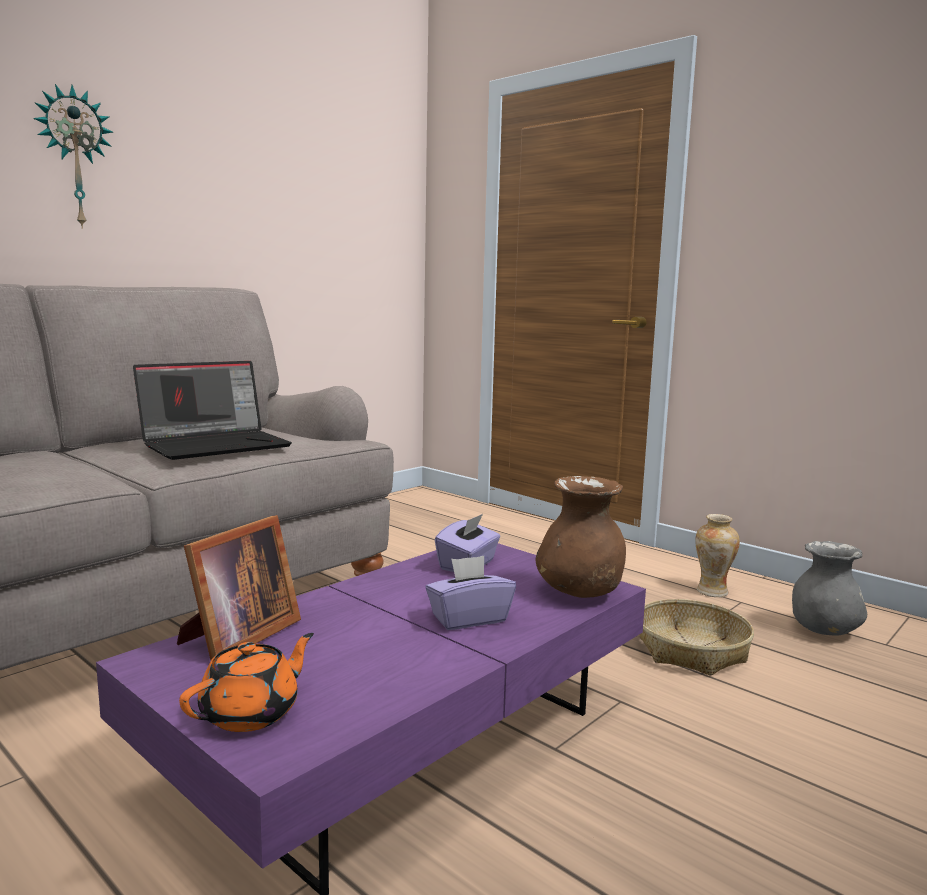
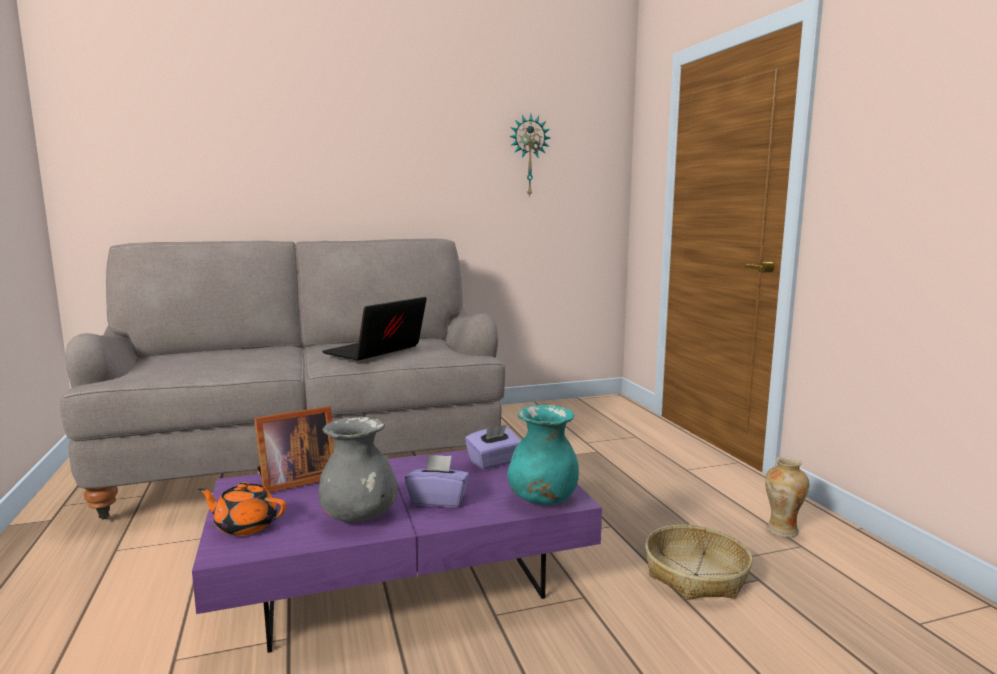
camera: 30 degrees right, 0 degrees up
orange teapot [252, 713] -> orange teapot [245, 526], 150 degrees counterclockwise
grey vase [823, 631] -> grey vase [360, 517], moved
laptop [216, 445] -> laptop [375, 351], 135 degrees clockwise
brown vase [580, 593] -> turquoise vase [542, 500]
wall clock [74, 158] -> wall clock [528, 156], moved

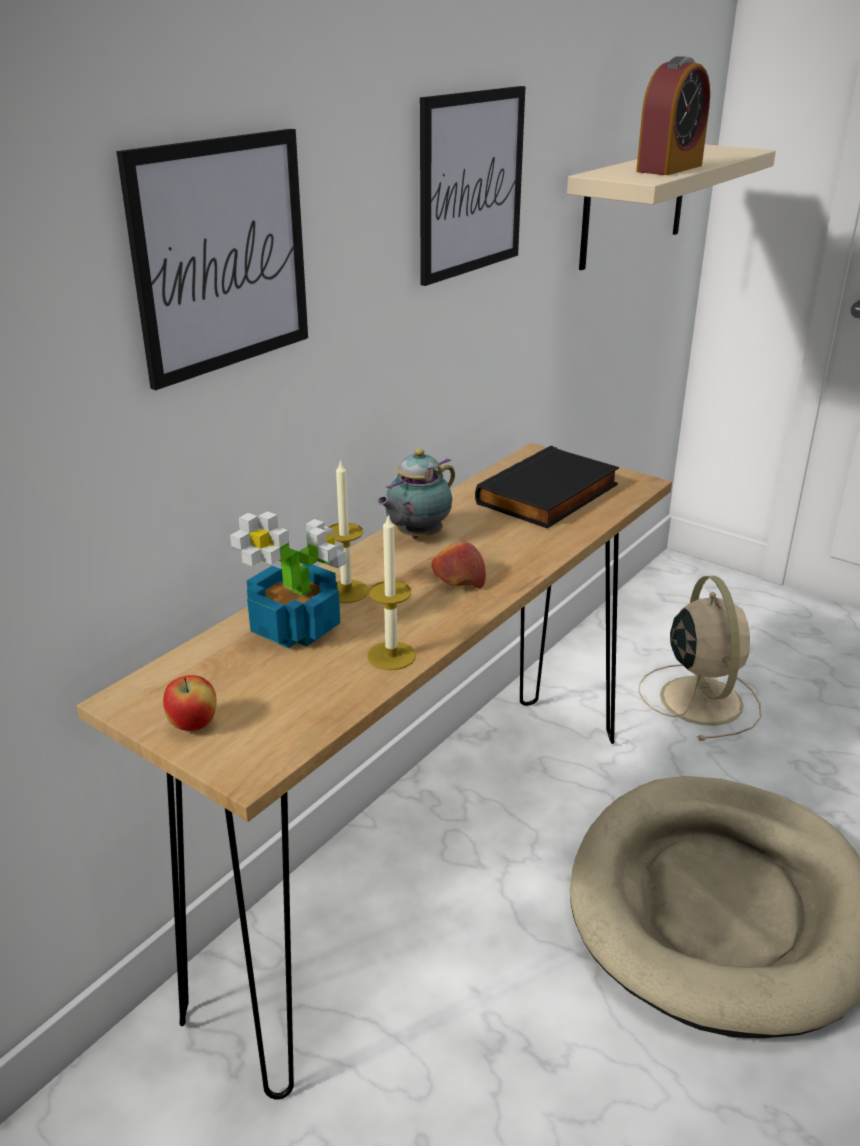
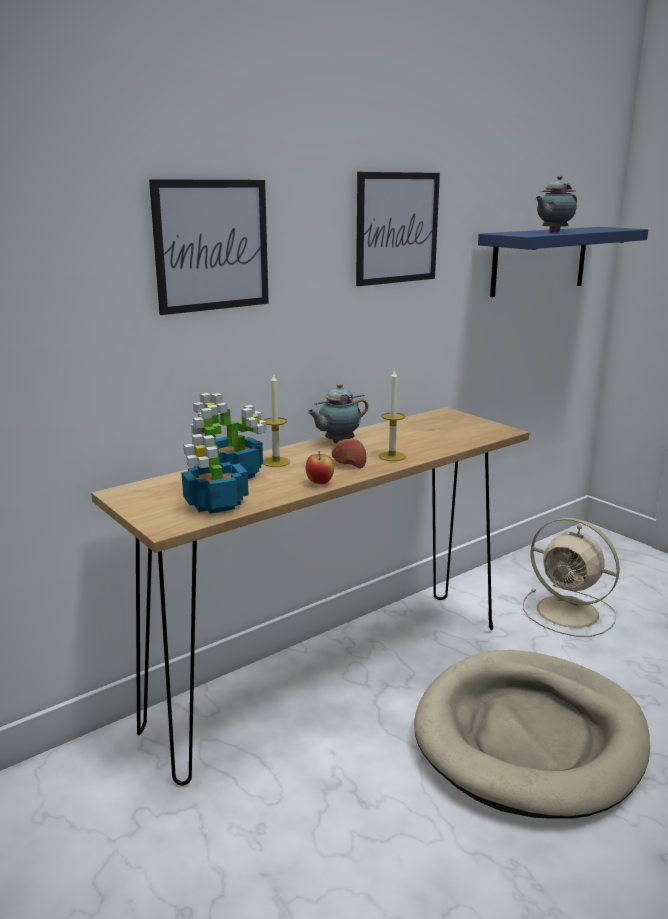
camera: 15 degrees right, 10 degrees down
none -> potted plant [215, 504]
apple [193, 725] -> apple [320, 483], moved
candle [391, 656] -> candle [392, 456], moved
beige shelf [635, 205] -> blue shelf [540, 260]
beige fan [700, 698] -> beige fan [570, 613], 120 degrees clockwise
alarm clock [669, 168] -> teapot [552, 232]
black book [550, 495] -> none

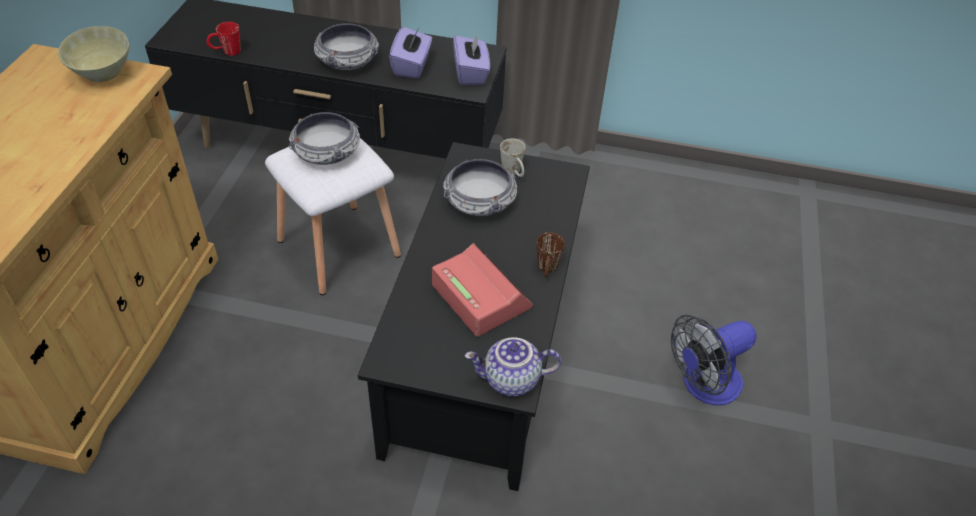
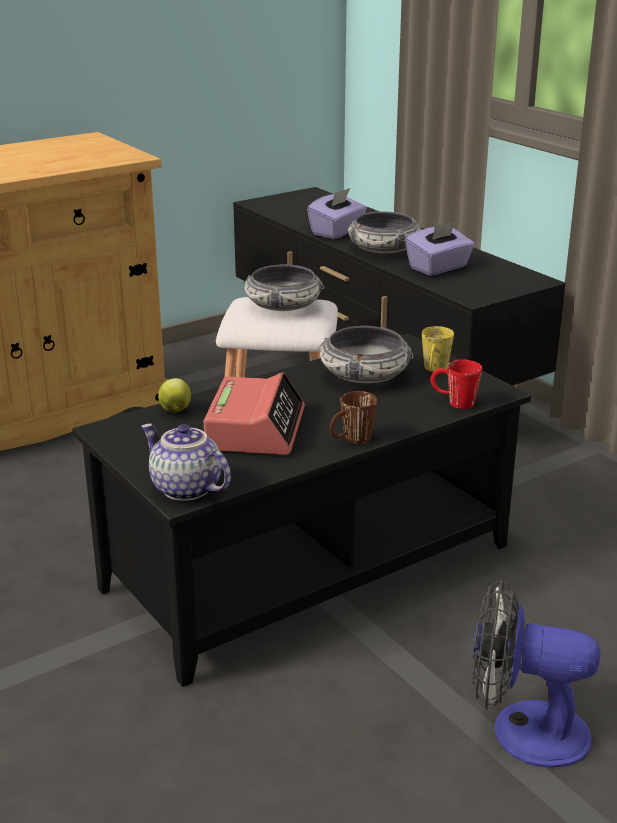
camera: 45 degrees right, 20 degrees down
none -> apple [175, 410]
purple tissue box [471, 73] -> purple tissue box [337, 232], moved
white mug [514, 173] -> yellow mug [434, 370]
red mug [226, 52] -> red mug [453, 402], moved
beige bowl [102, 74] -> none

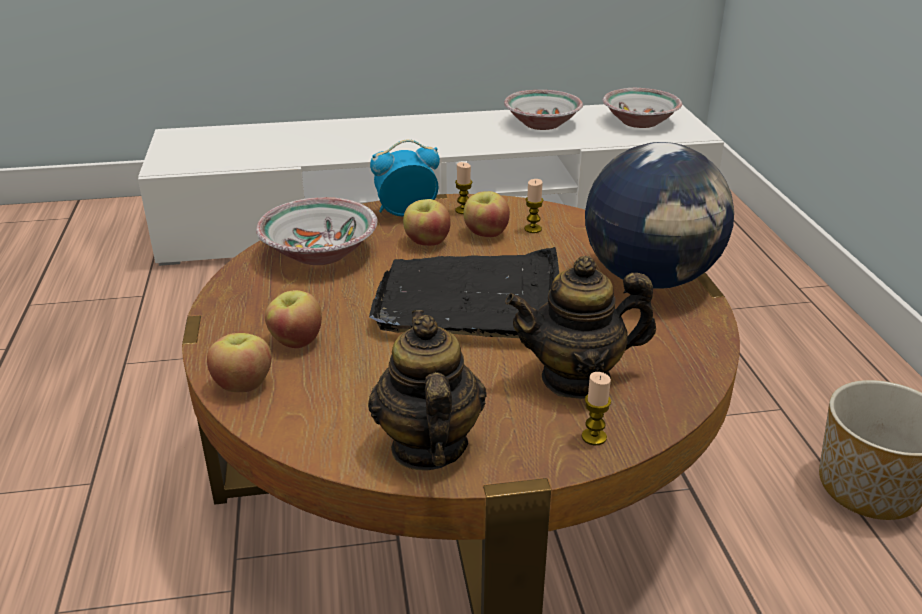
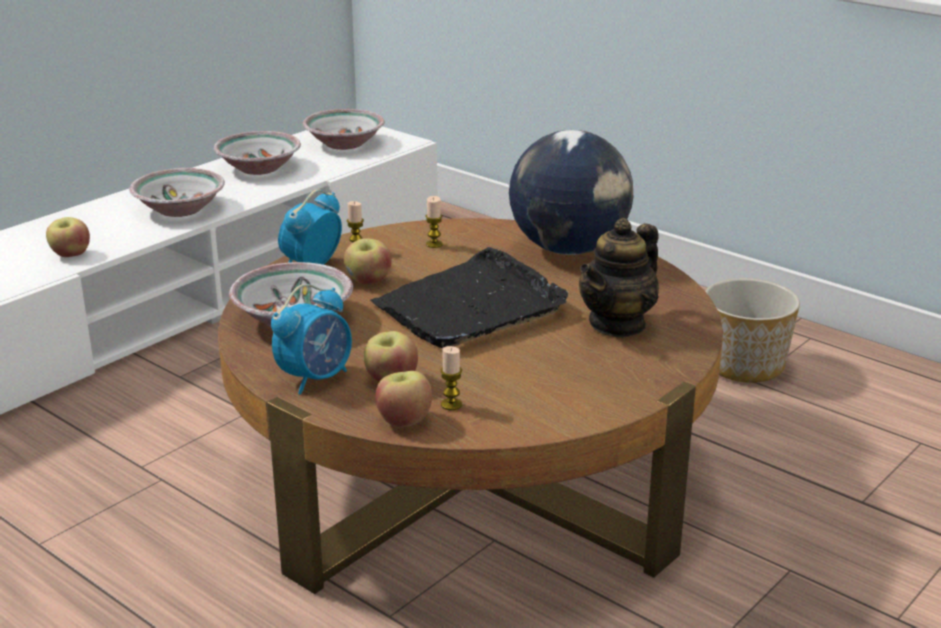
camera: 40 degrees left, 5 degrees down
apple [485, 233] -> apple [70, 254], moved
none -> bowl [180, 209]
none -> alarm clock [316, 378]
candle [594, 437] -> candle [451, 404], moved
teapot [427, 446] -> none

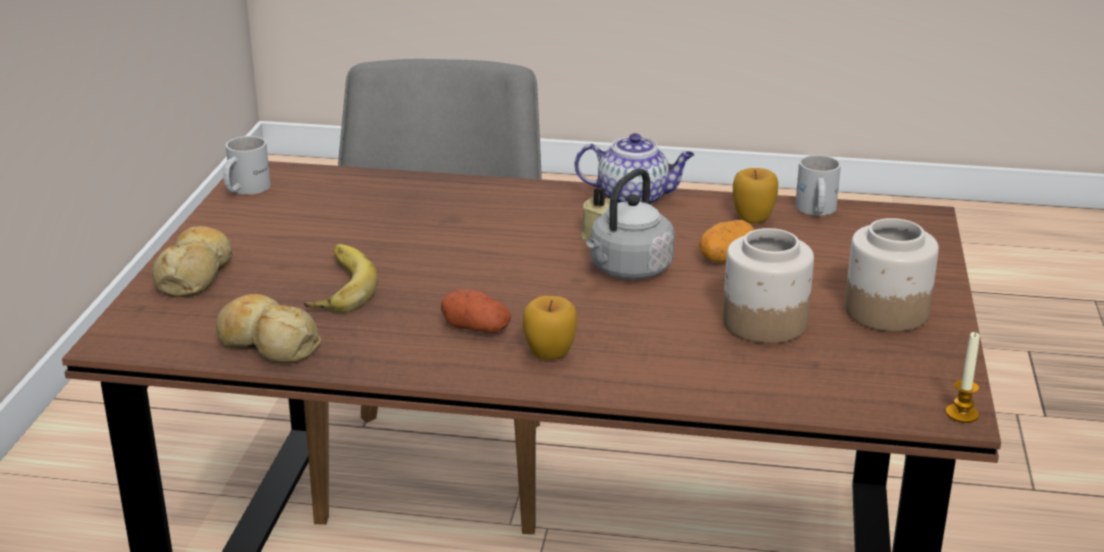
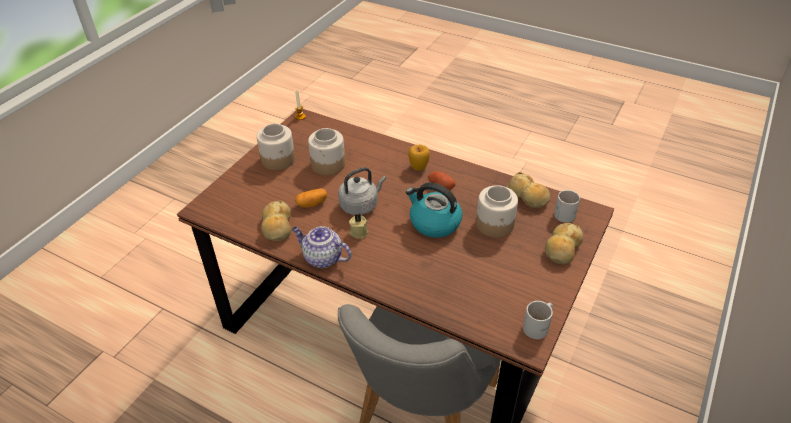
camera: 160 degrees left, 15 degrees up
apple [753, 218] -> bread [277, 227]
none -> kettle [434, 223]
banana [336, 286] -> jar [495, 224]
white mug [814, 210] -> white mug [566, 212], moved

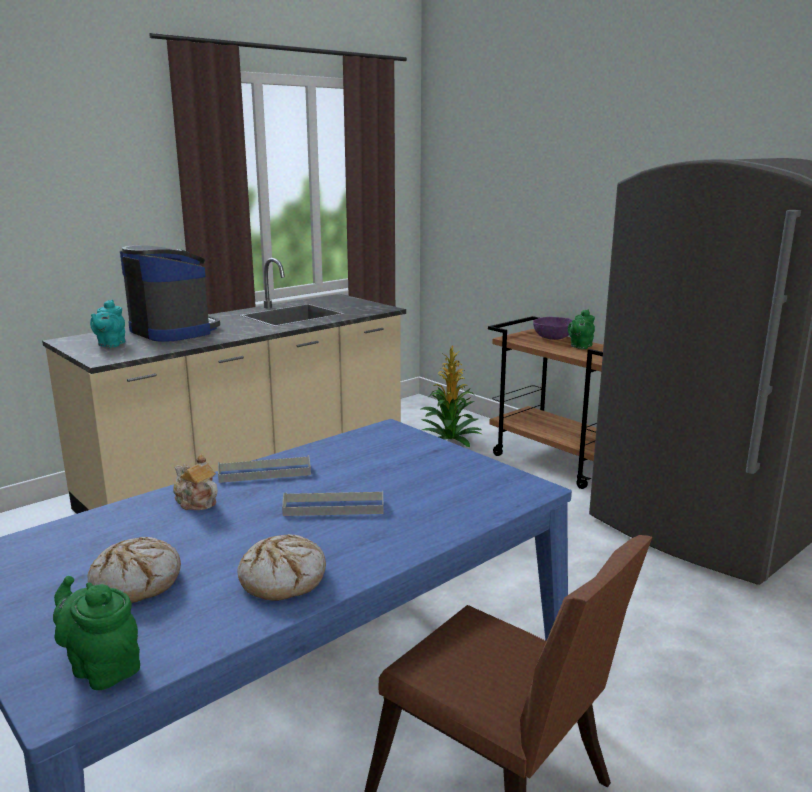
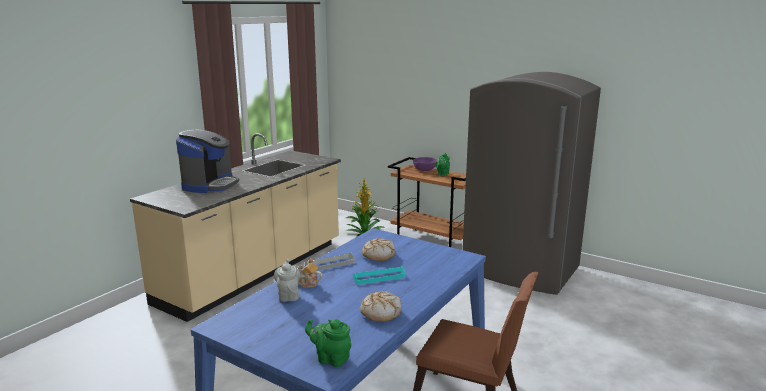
camera: 15 degrees left, 0 degrees up
coffee machine [173, 330] -> coffee machine [210, 185], 75 degrees clockwise
none -> grey teapot [288, 295]
grey tray [333, 507] -> turquoise tray [379, 277]
bread [137, 582] -> bread [378, 255], moved
turquoise teapot [110, 344] -> none

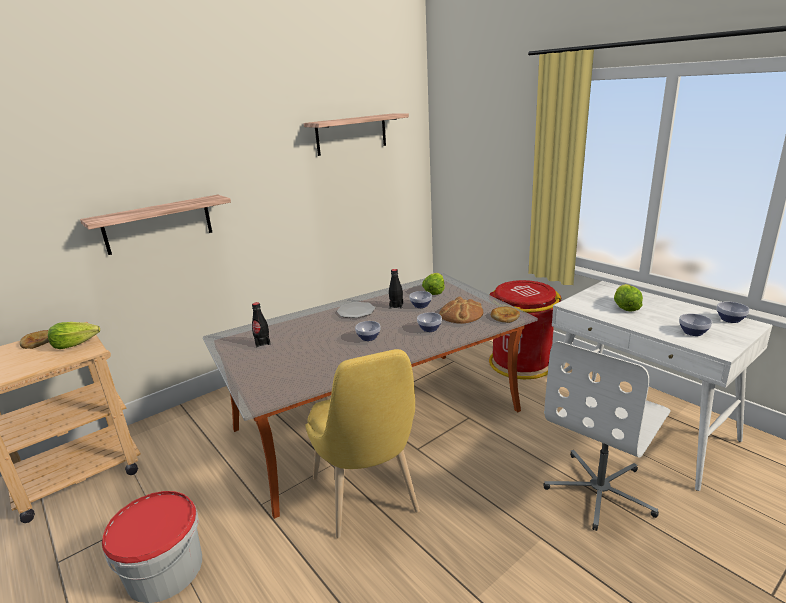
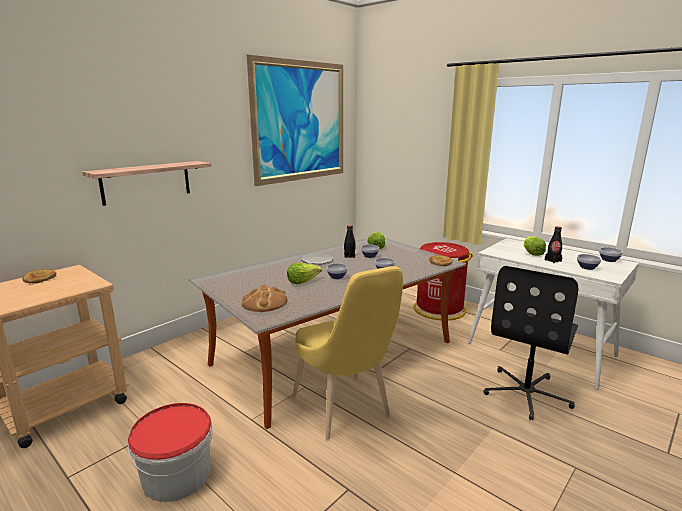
camera: 10 degrees left, 5 degrees down
bread [461, 314] -> bread [264, 302], moved
shelf [351, 134] -> picture [301, 121]
lettuce [76, 344] -> lettuce [302, 281], moved
white office chair [600, 490] -> black office chair [527, 393]
black bottle [262, 343] -> black bottle [553, 260], moved

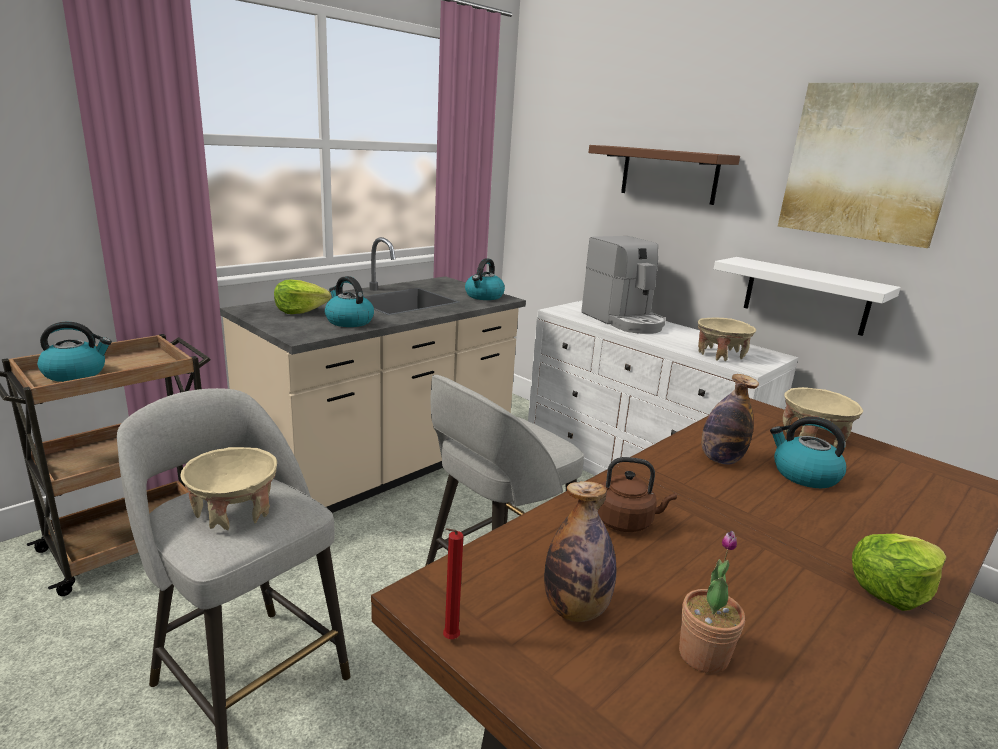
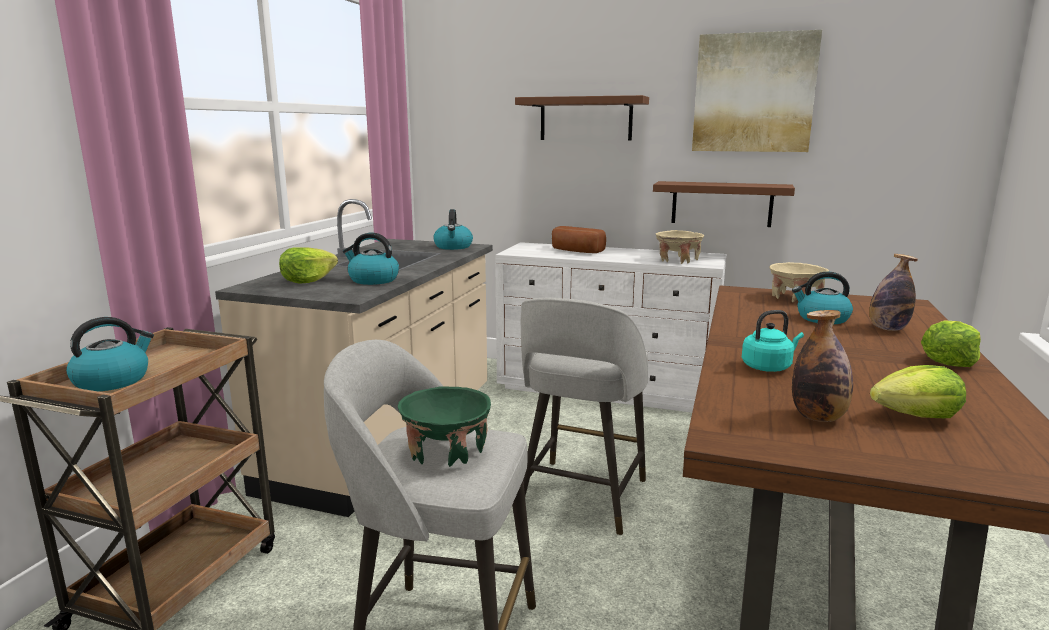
camera: 25 degrees left, 5 degrees down
beige bowl [234, 512] -> green bowl [446, 452]
coffee machine [624, 321] -> bread [575, 251]
white shelf [806, 296] -> brown shelf [721, 203]
brown kettle [626, 522] -> turquoise kettle [768, 367]
bottle [720, 459] -> bottle [887, 329], moved
potted plant [703, 655] -> lettuce [916, 416]
red candle [449, 640] -> none

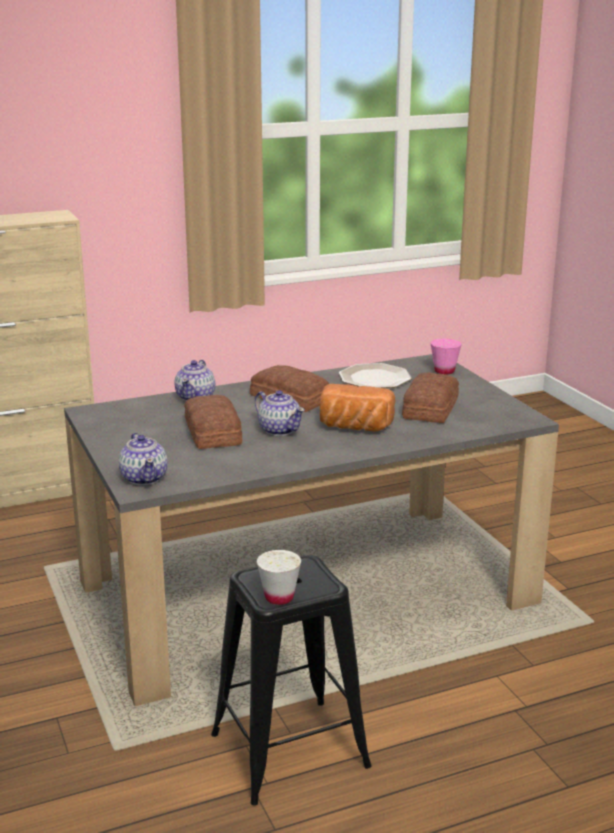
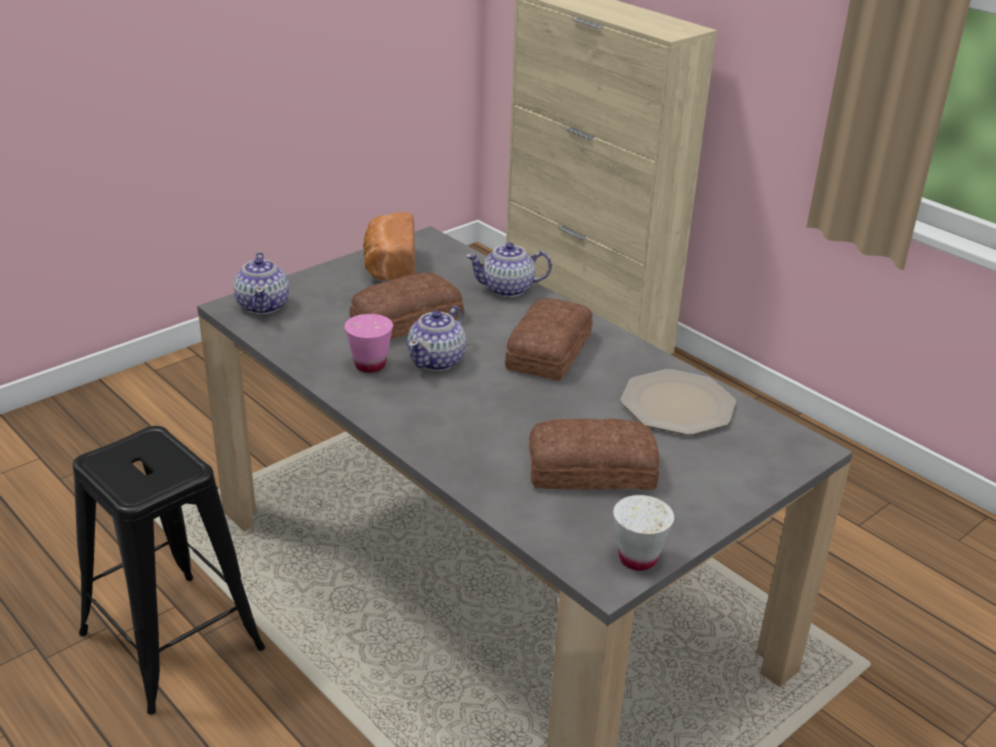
camera: 70 degrees right, 10 degrees up
teapot [144, 478] -> teapot [263, 305], 60 degrees counterclockwise
pink cup [444, 371] -> pink cup [370, 365], moved
bread [354, 428] -> bread [389, 267], moved
white cup [279, 597] -> white cup [638, 558], moved

